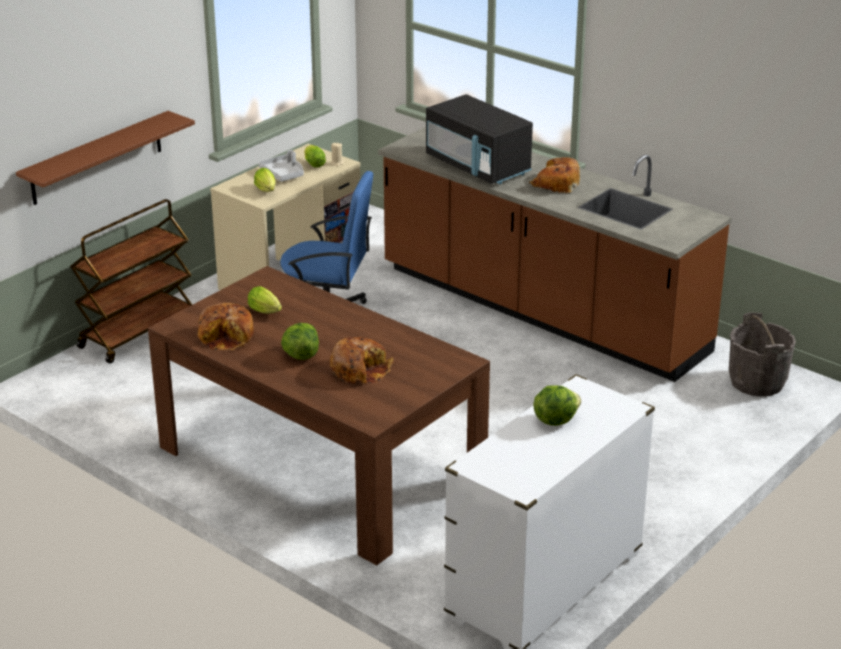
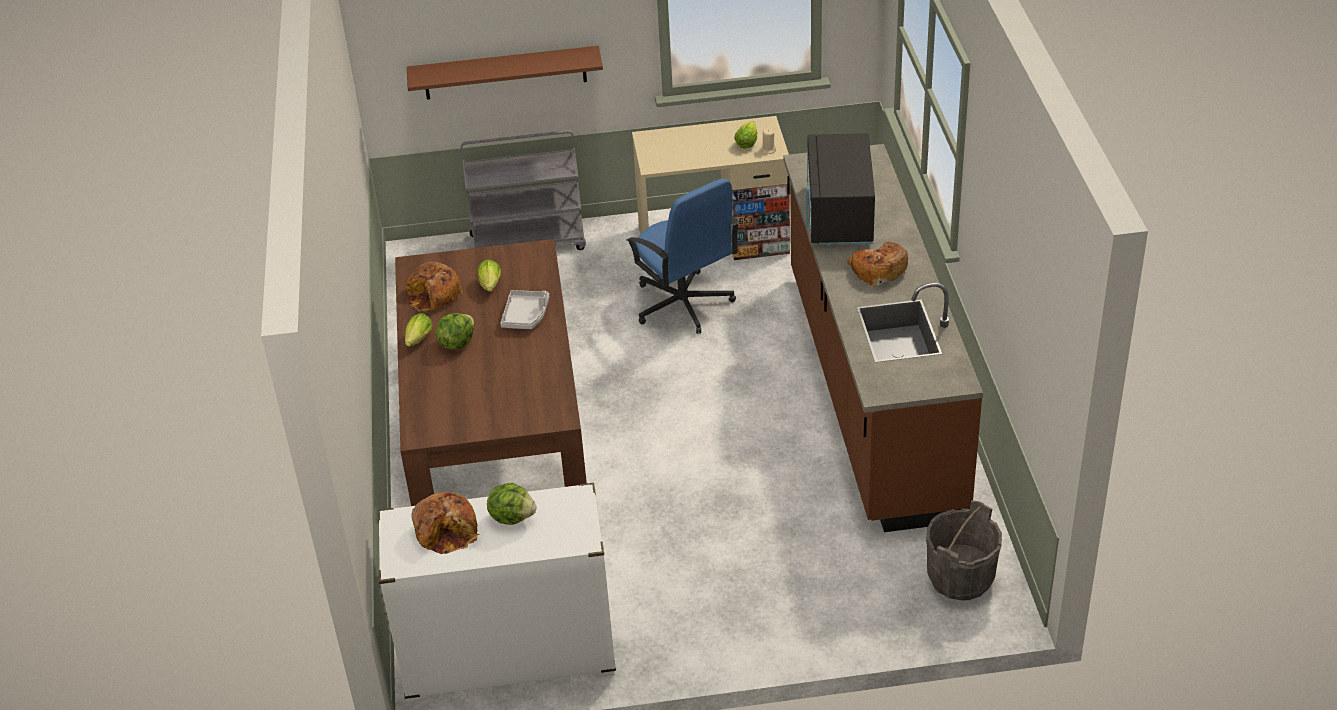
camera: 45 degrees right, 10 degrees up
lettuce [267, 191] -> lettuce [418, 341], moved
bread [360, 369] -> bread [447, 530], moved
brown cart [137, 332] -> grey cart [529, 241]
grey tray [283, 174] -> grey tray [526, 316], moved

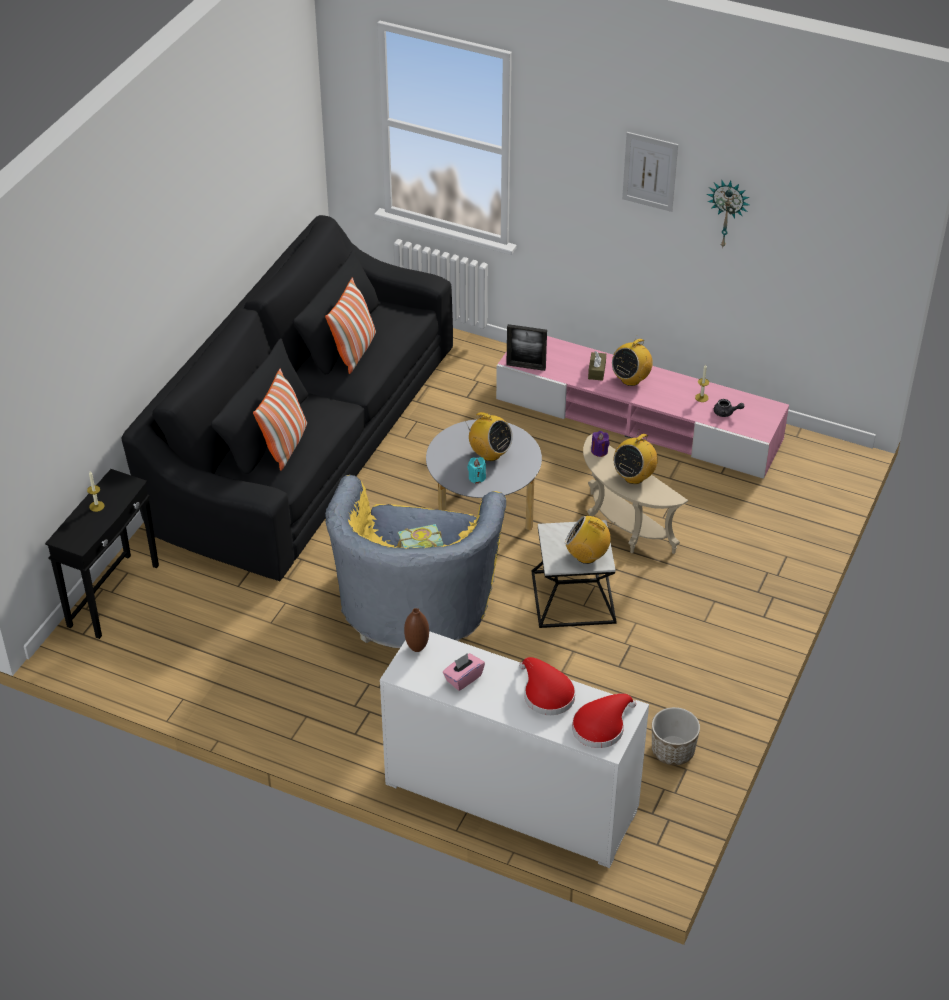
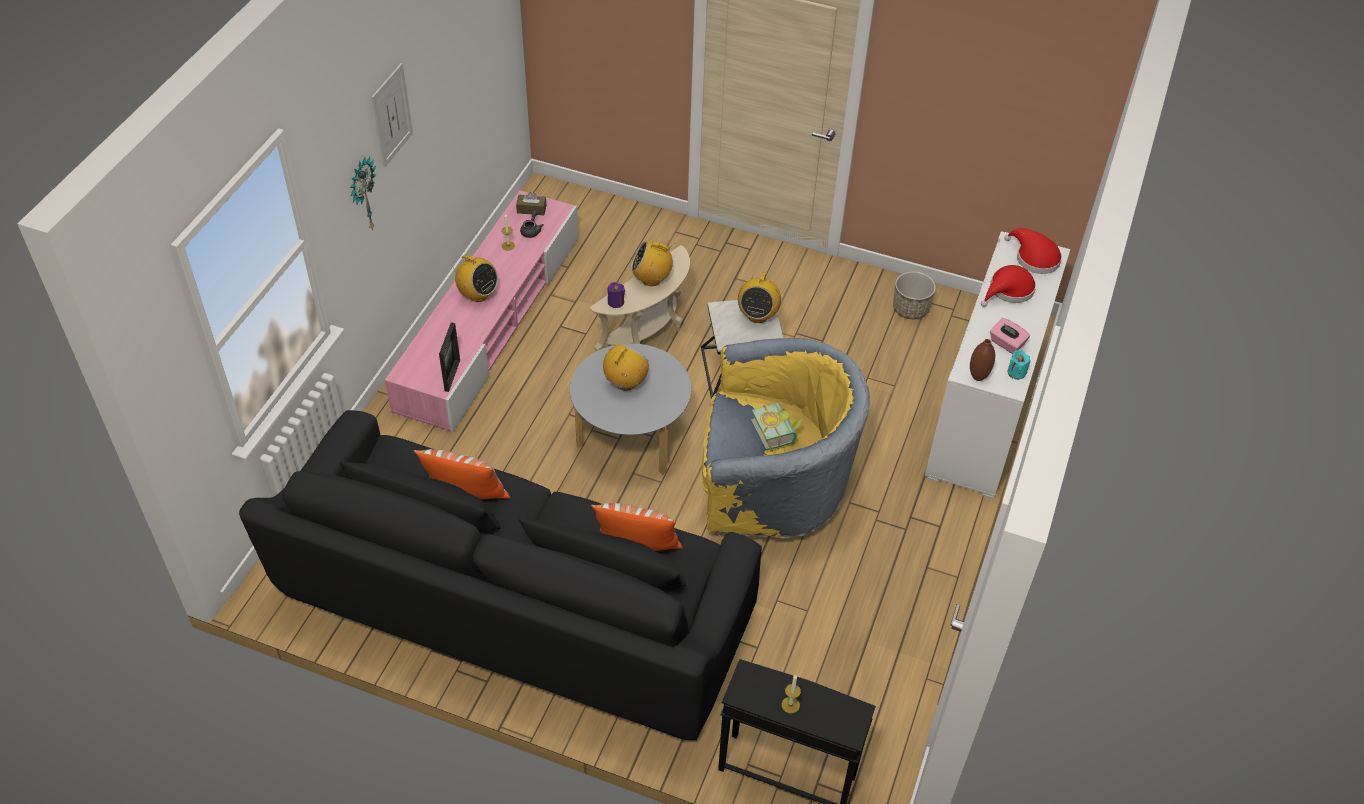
camera: 95 degrees left, 5 degrees up
wall clock [727, 212] -> wall clock [362, 195], moved
brown tissue box [596, 371] -> brown tissue box [531, 209], moved
radio [634, 476] -> radio [651, 279], 150 degrees clockwise
turquoise candle [477, 477] -> turquoise candle [1016, 372], moved

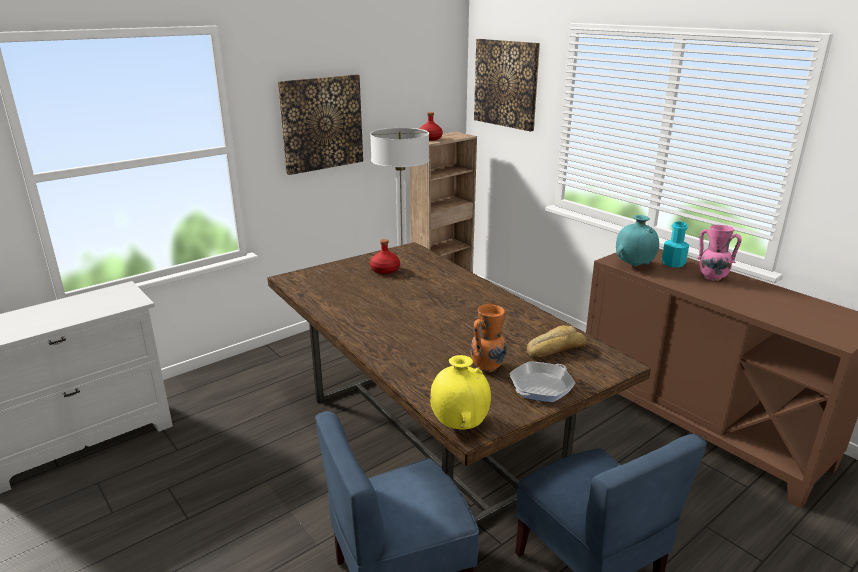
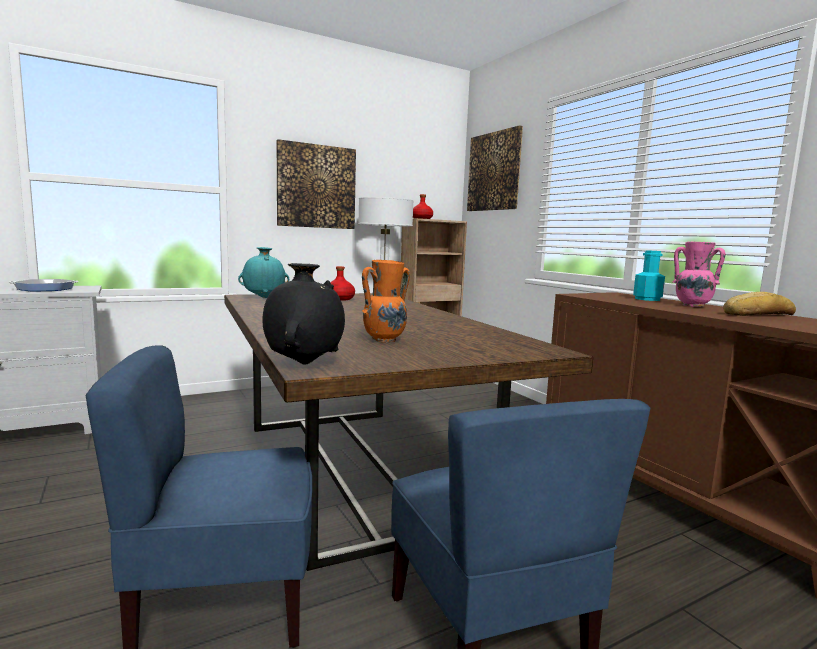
camera: 10 degrees right, 15 degrees down
frying pan [541, 386] -> frying pan [45, 289], moved
turquoise vase [634, 265] -> turquoise vase [264, 298], moved
yellow vase [459, 424] -> black vase [304, 364]
bread [554, 349] -> bread [755, 314], moved

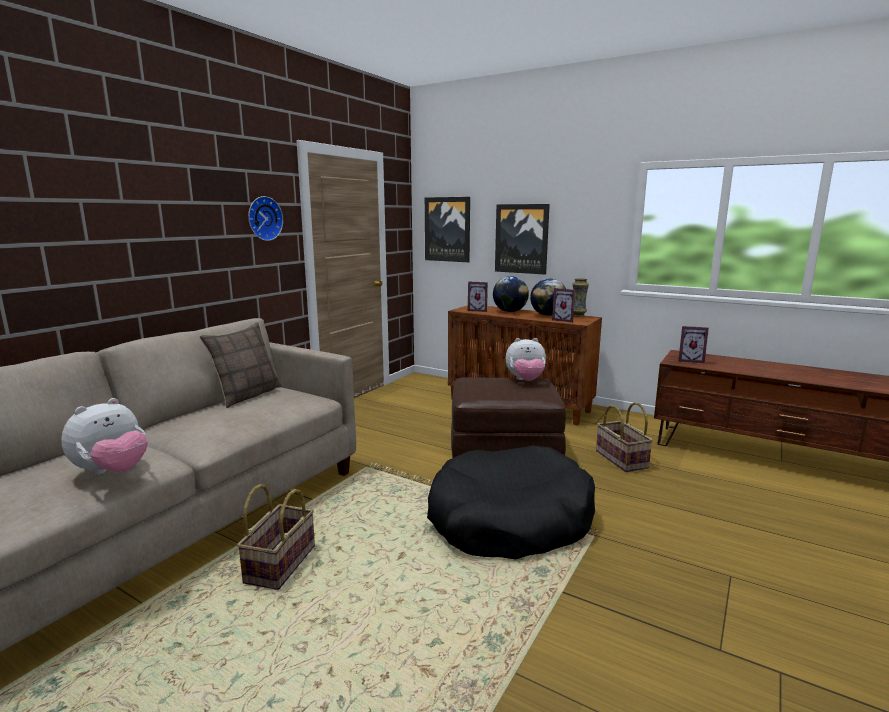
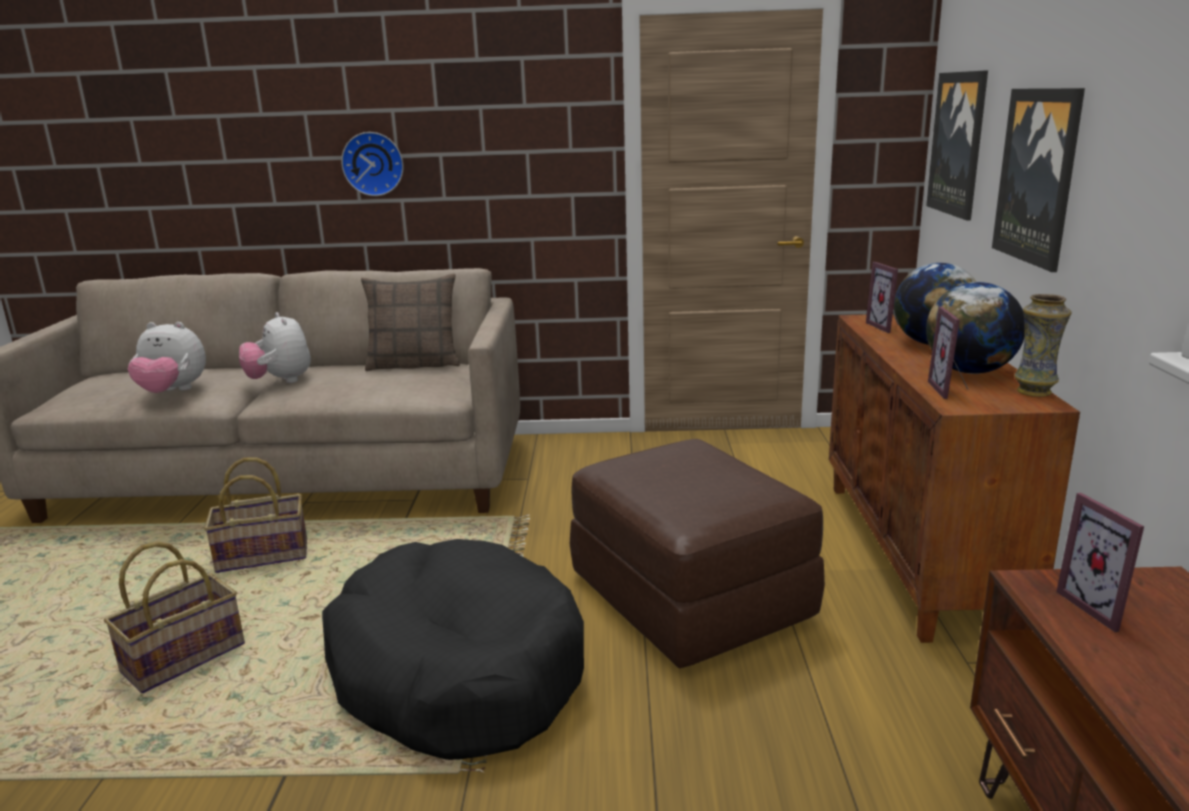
camera: 60 degrees right, 5 degrees up
basket [620, 459] -> basket [183, 657], moved
plush toy [525, 381] -> plush toy [280, 381], moved
wall clock [263, 218] -> wall clock [373, 163], moved

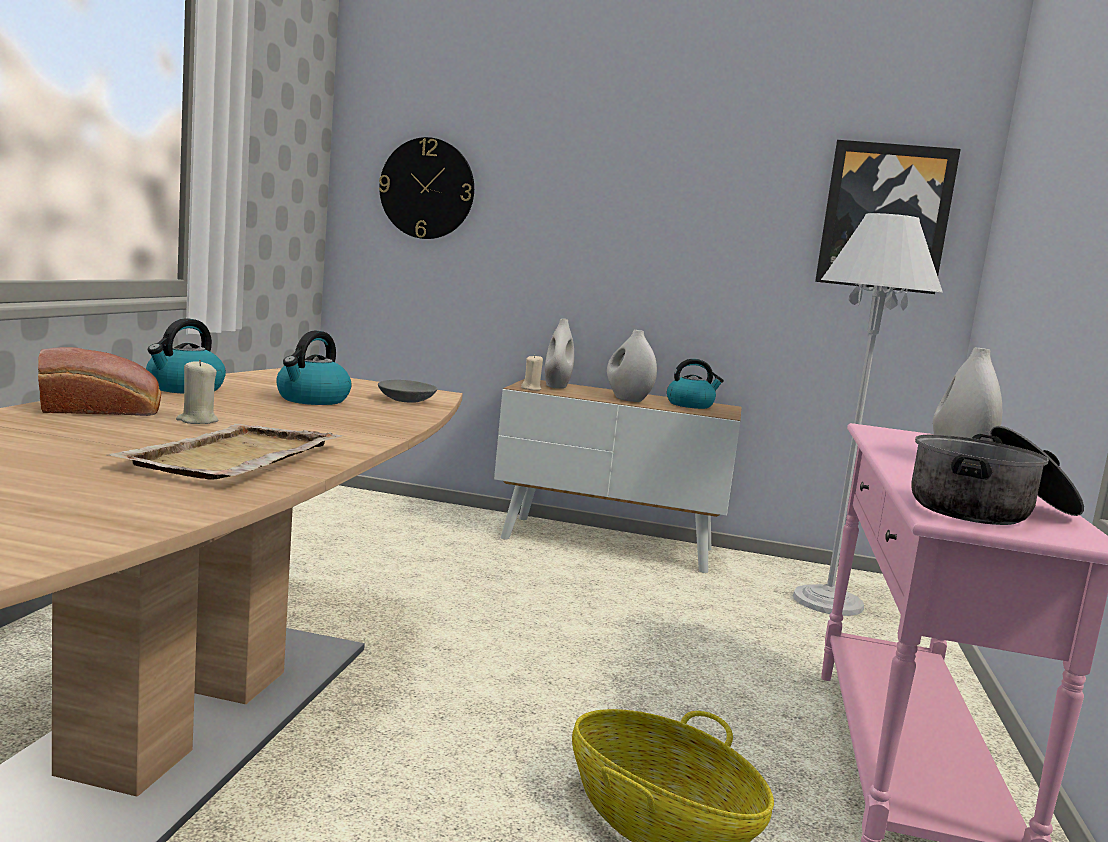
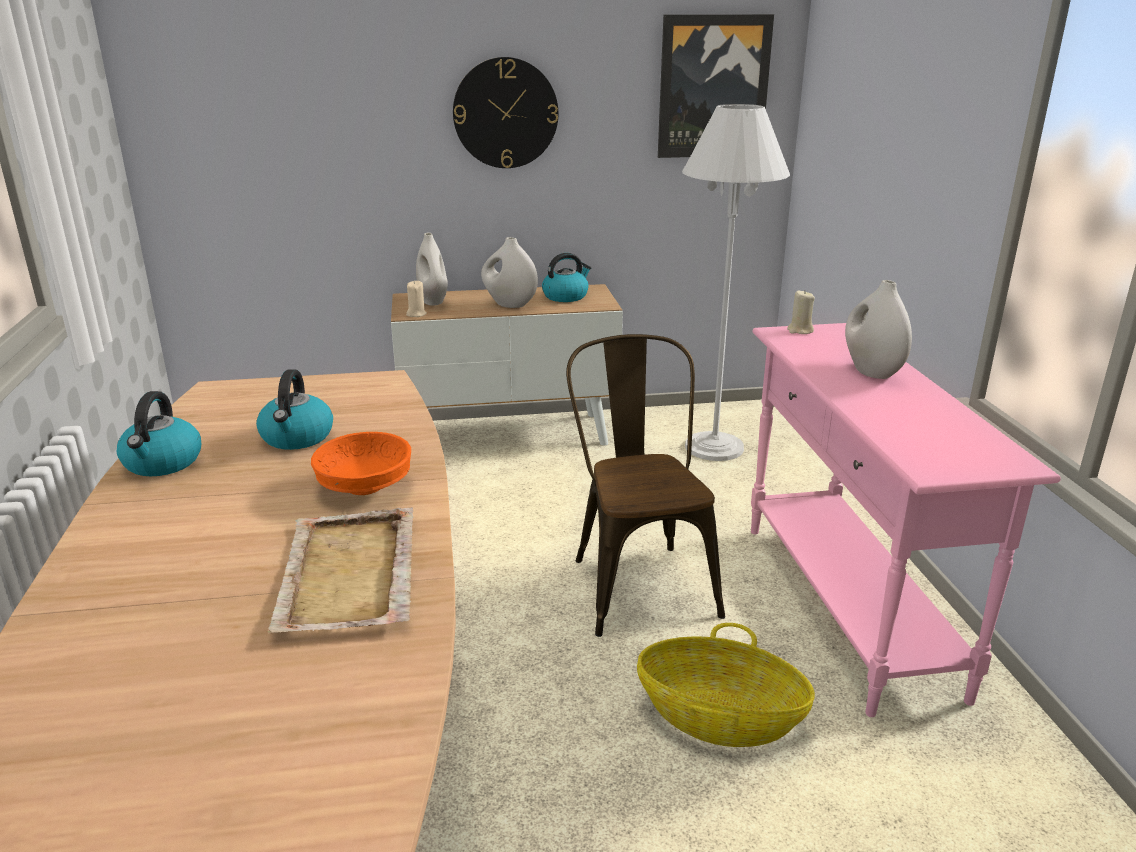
camera: 20 degrees left, 15 degrees up
none -> orange bowl [364, 486]
wall clock [427, 188] -> wall clock [505, 113], moved
none -> brown chair [638, 580]
beige candle [197, 421] -> beige candle [800, 330], moved
bread [104, 410] -> none
grey bowl [407, 400] -> none
cooking pot [990, 510] -> none

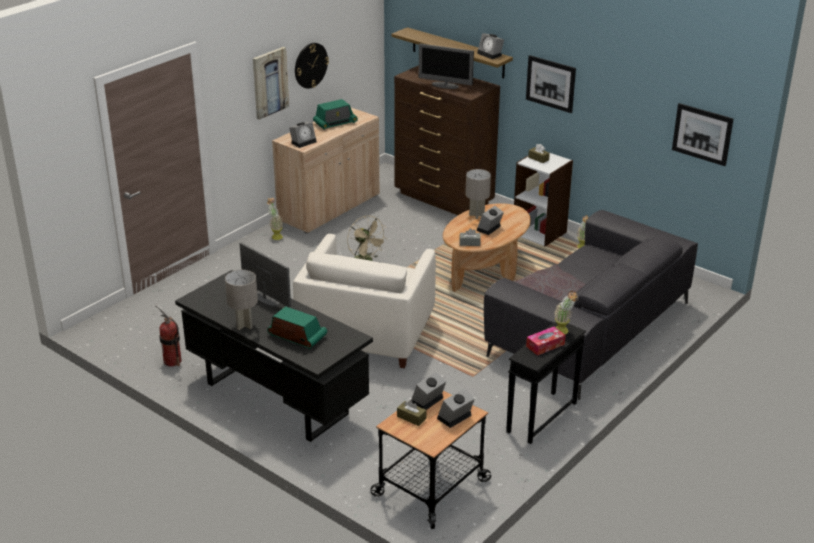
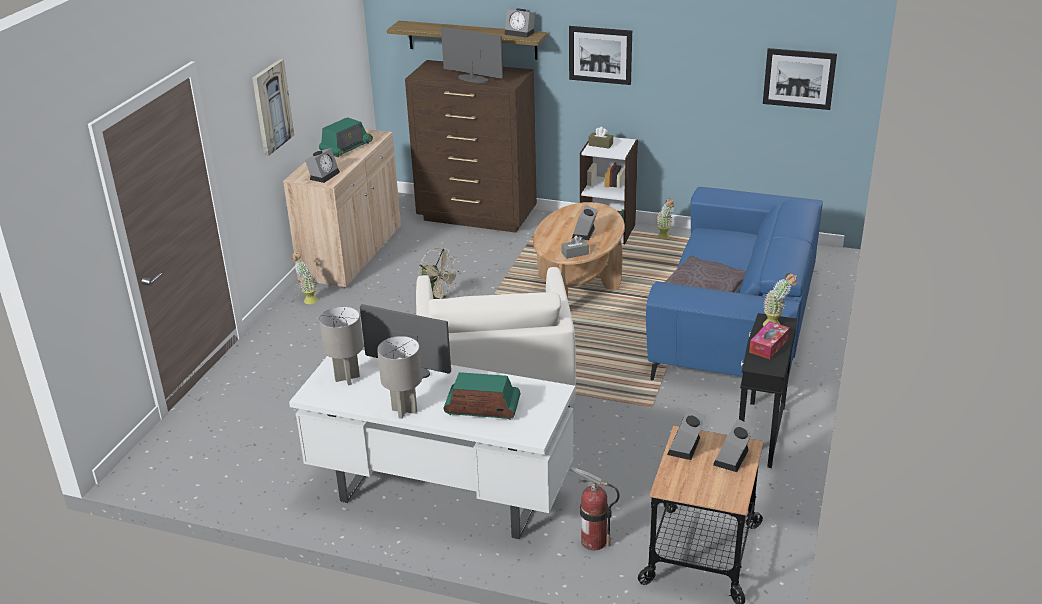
camera: 20 degrees left, 0 degrees up
black desk [275, 399] -> white desk [440, 497]
grey table lamp [477, 215] -> grey table lamp [347, 378], moved
monitor [445, 85] -> monitor [473, 79], 150 degrees counterclockwise
fire extinguisher [172, 361] -> fire extinguisher [593, 541], moved
grey sofa [589, 328] -> blue sofa [735, 322]
wall clock [310, 65] -> none
brown tissue box [411, 417] -> none

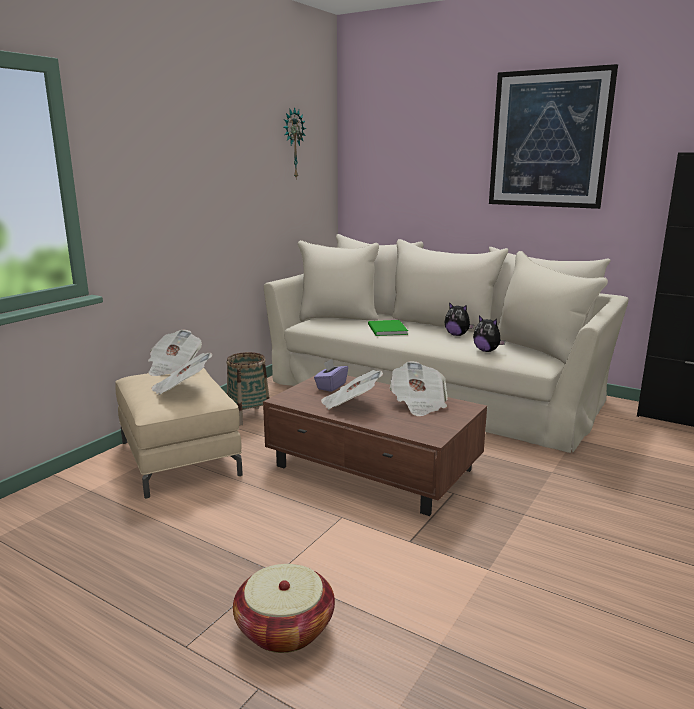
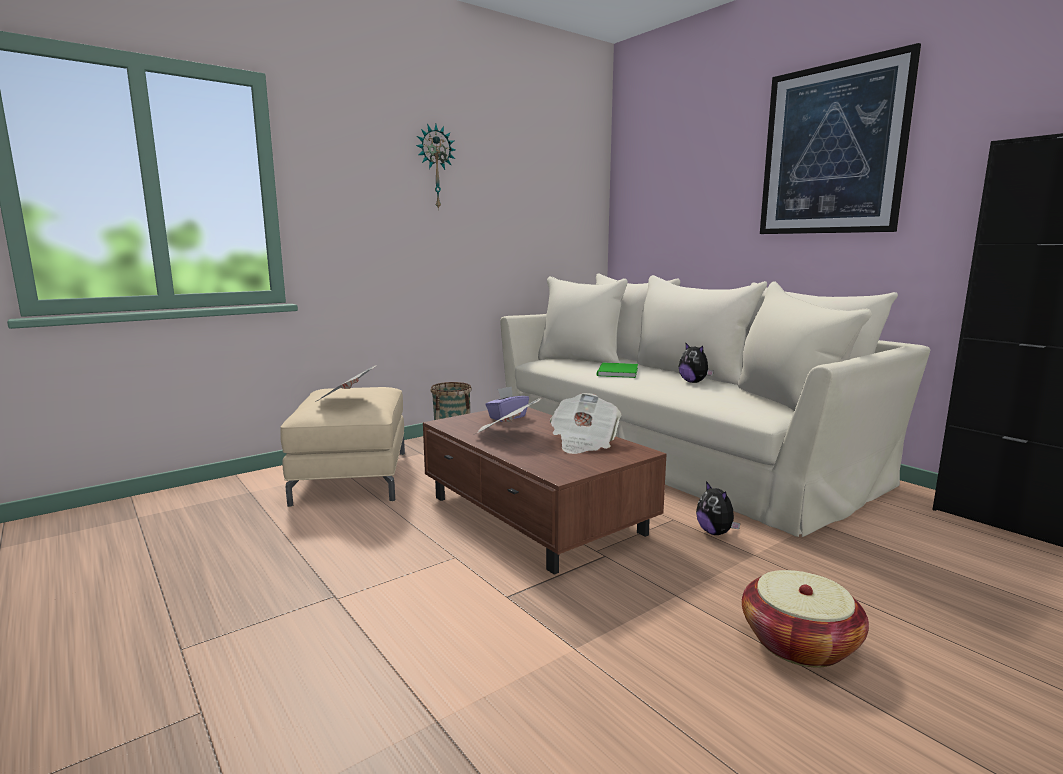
camera: 20 degrees right, 5 degrees down
wall clock [292, 144] -> wall clock [435, 167], moved
plush toy [487, 351] -> plush toy [715, 532], moved
basket [285, 628] -> basket [799, 643], moved
newspaper [173, 367] -> none

